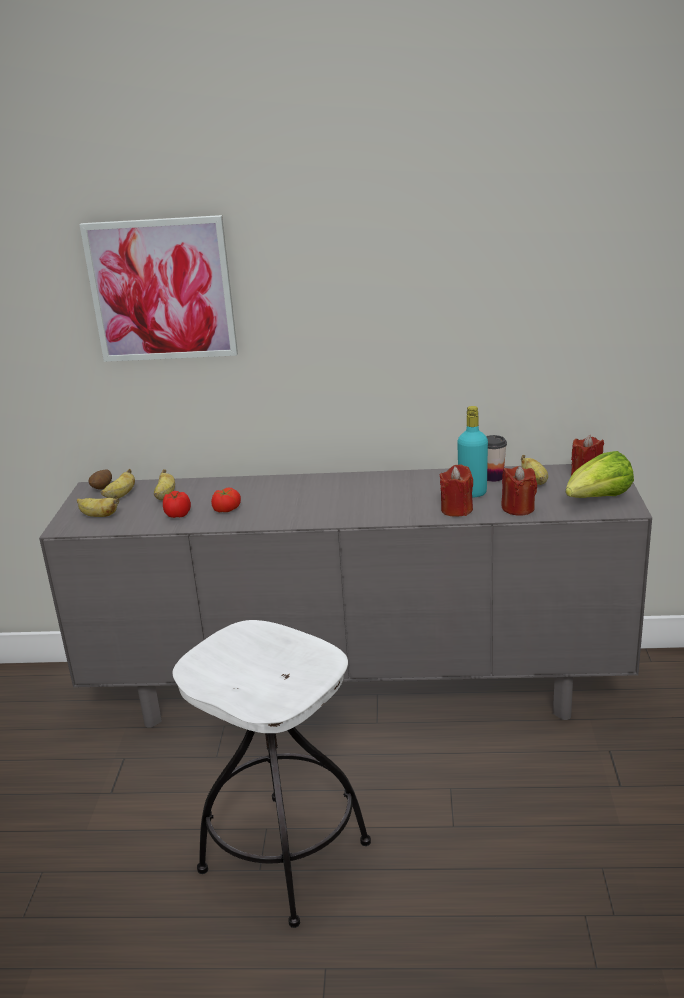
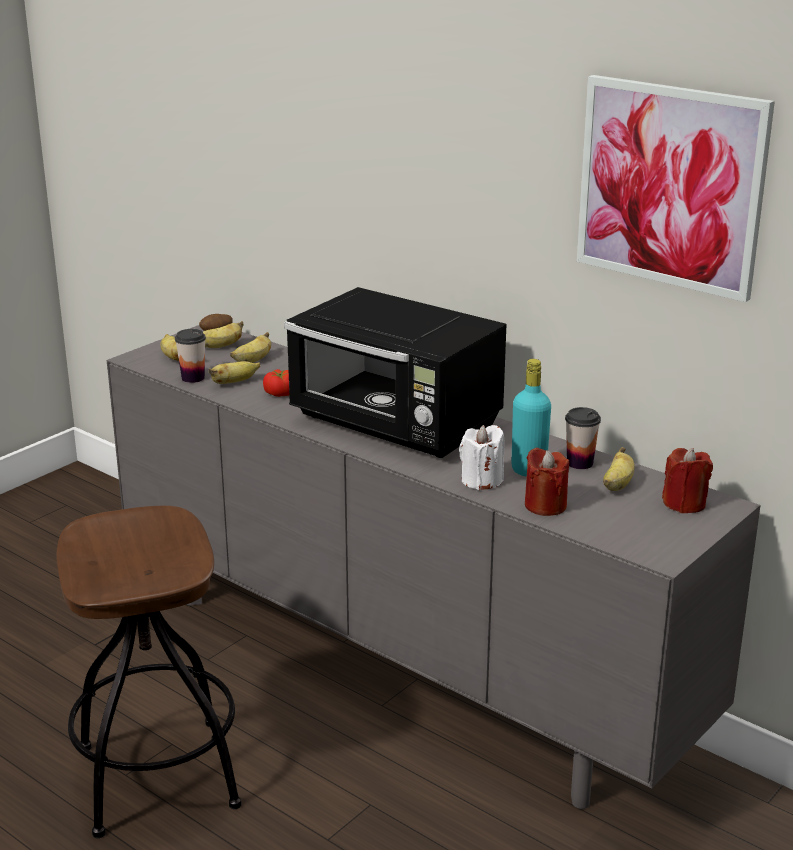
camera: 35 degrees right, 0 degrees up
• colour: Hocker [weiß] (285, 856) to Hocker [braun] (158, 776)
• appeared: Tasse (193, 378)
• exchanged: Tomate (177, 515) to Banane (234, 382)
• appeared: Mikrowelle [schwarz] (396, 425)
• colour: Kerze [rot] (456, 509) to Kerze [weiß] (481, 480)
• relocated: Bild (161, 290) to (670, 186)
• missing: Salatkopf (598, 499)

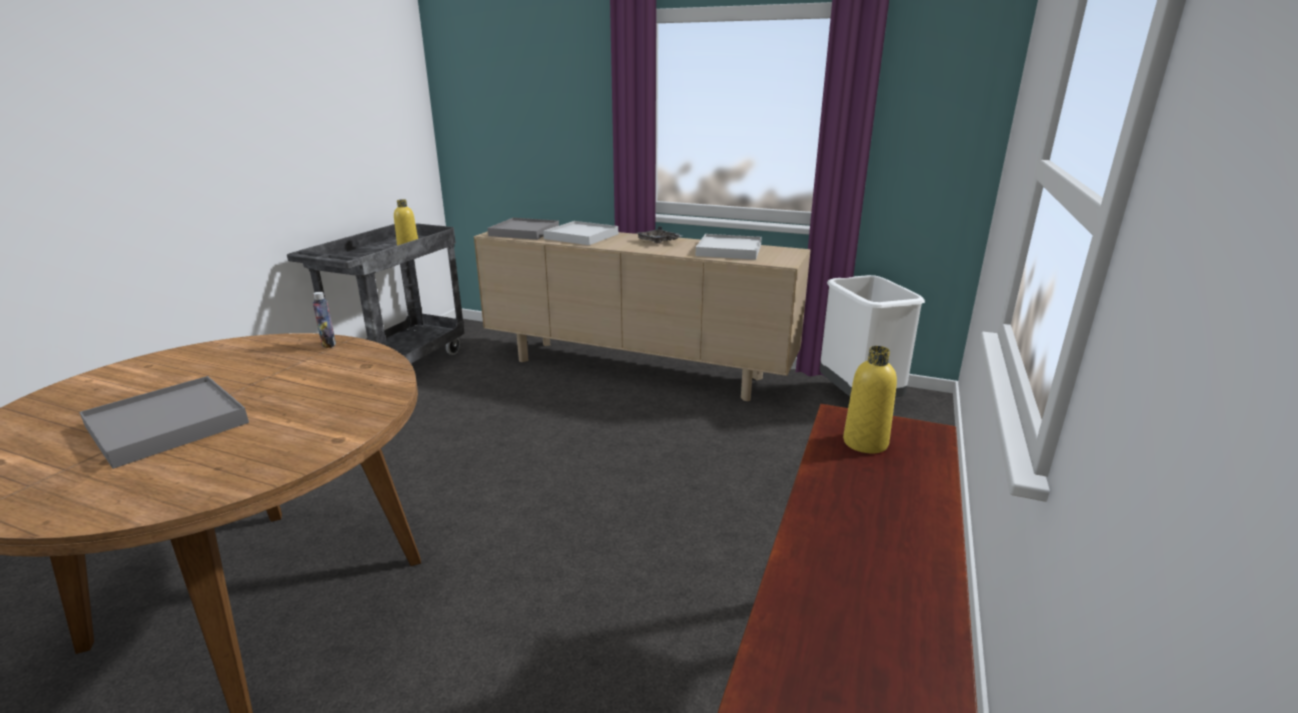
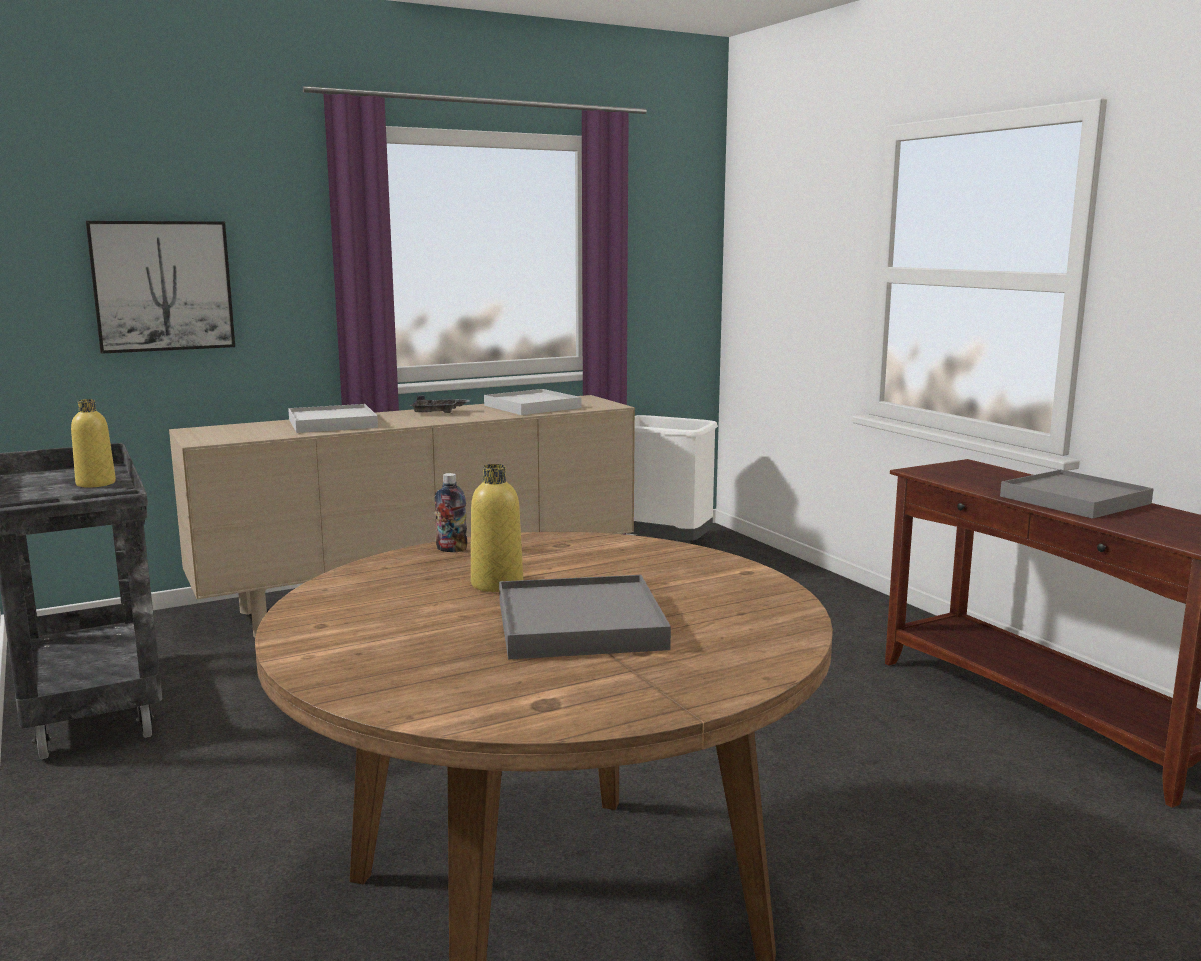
camera: 50 degrees left, 10 degrees down
• appeared: Bild (162, 286)
• relocated: Flasche [gelb] (865, 443) to (497, 584)
• relocated: Tablett [grau] (524, 232) to (1074, 500)

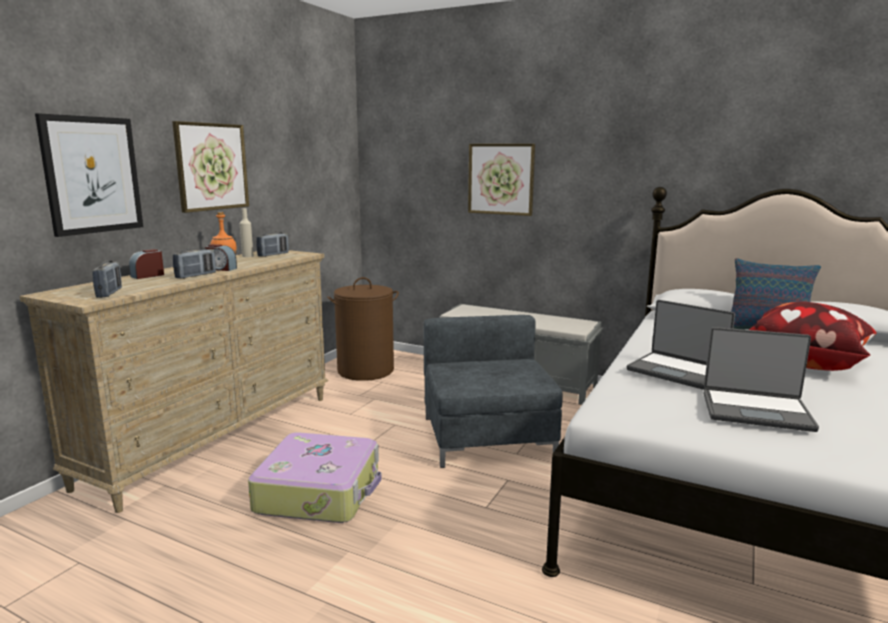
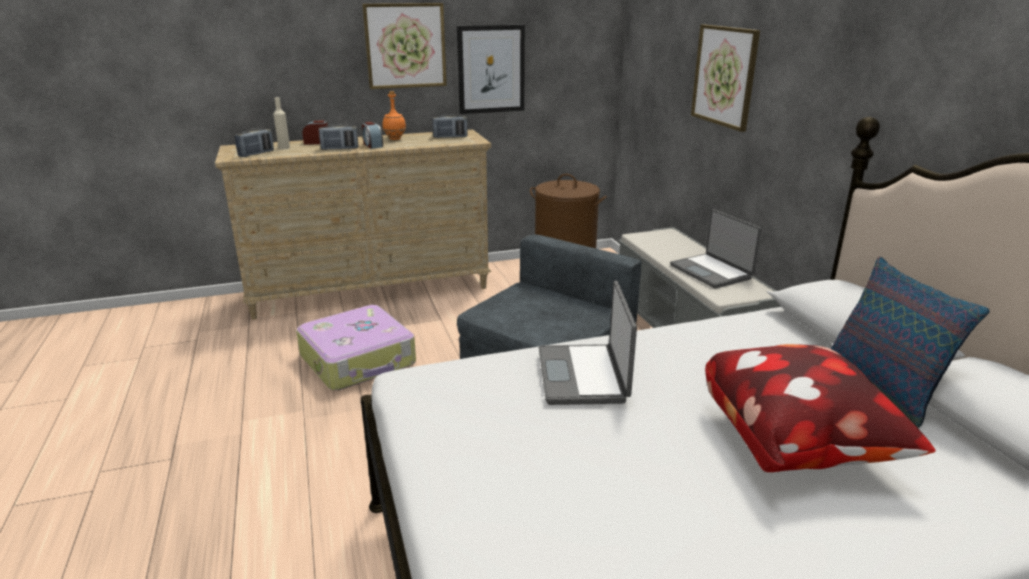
camera: 45 degrees right, 10 degrees up
• relocated: Flasche [beige] (247, 256) to (284, 148)
• relocated: Bild (92, 175) to (491, 69)
• relocated: Laptop (756, 410) to (712, 272)

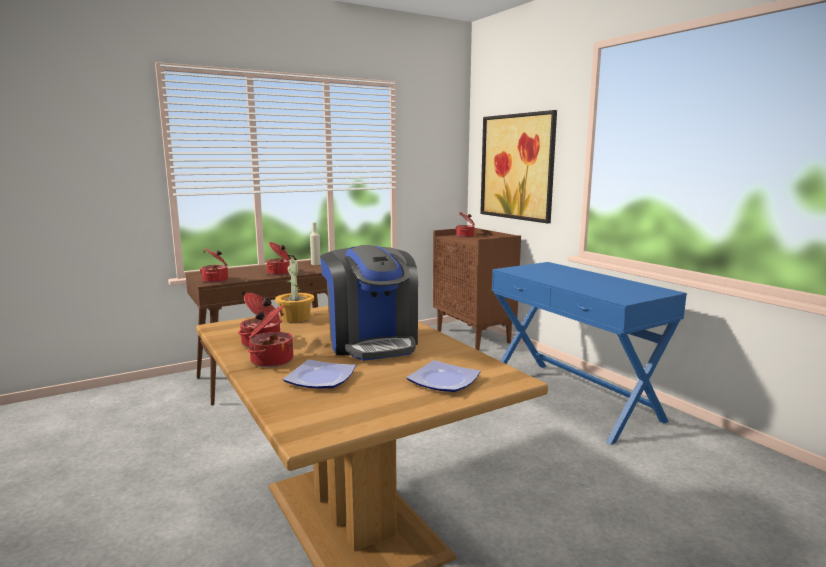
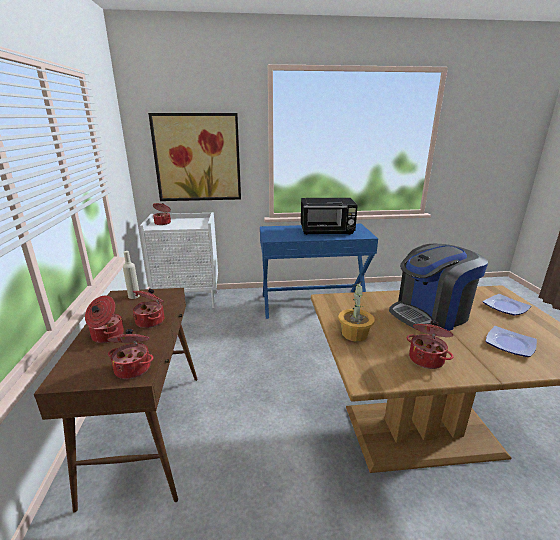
camera: 65 degrees left, 10 degrees up
• relocated: Kochtopf (271, 360) to (107, 336)
• colour: Schrank [braun] (473, 337) to Schrank [weiß] (189, 300)
• appeared: Mikrowelle [schwarz] (327, 231)
• spun: Kaffeemaschine (372, 342) = (430, 314) 150 degrees clockwise

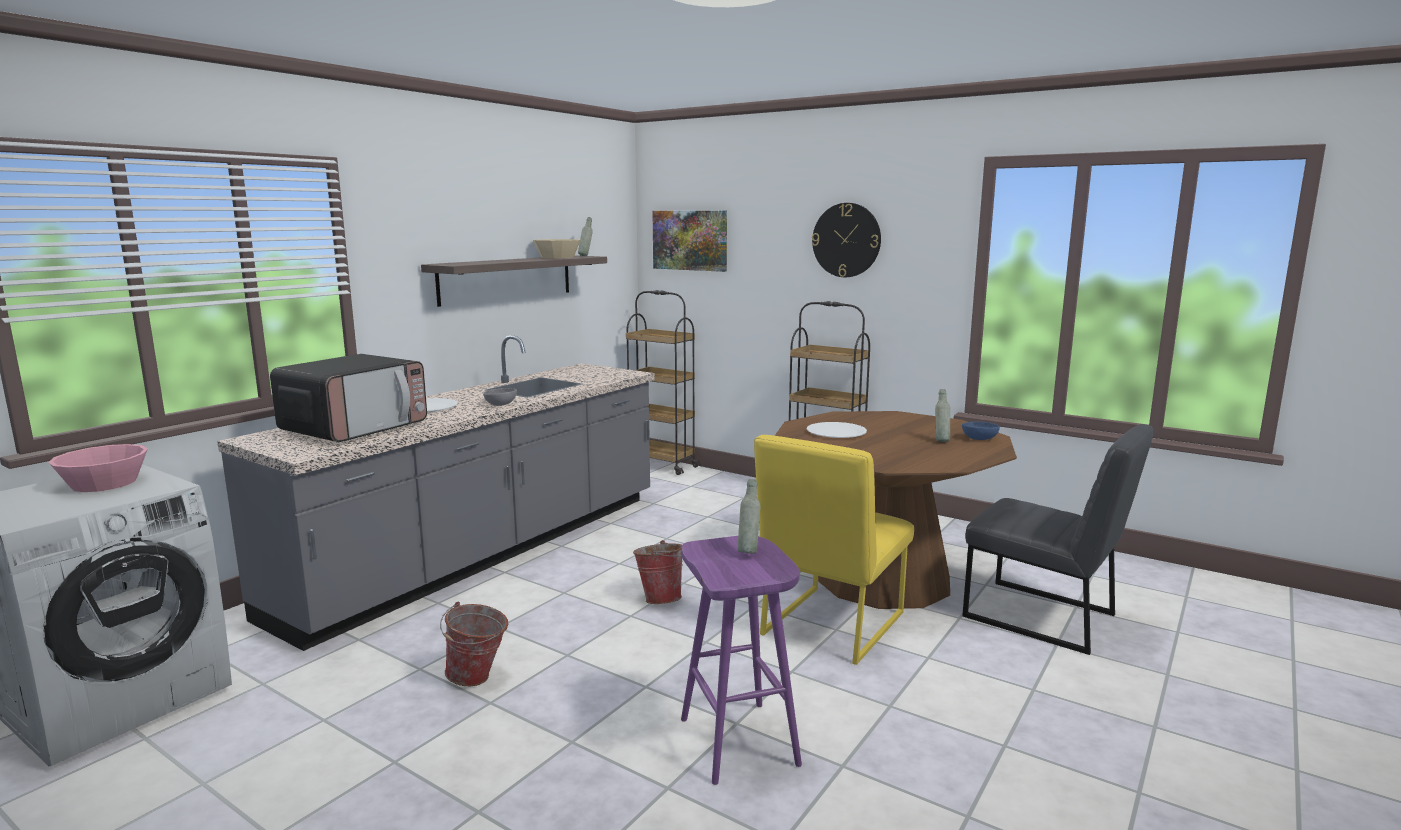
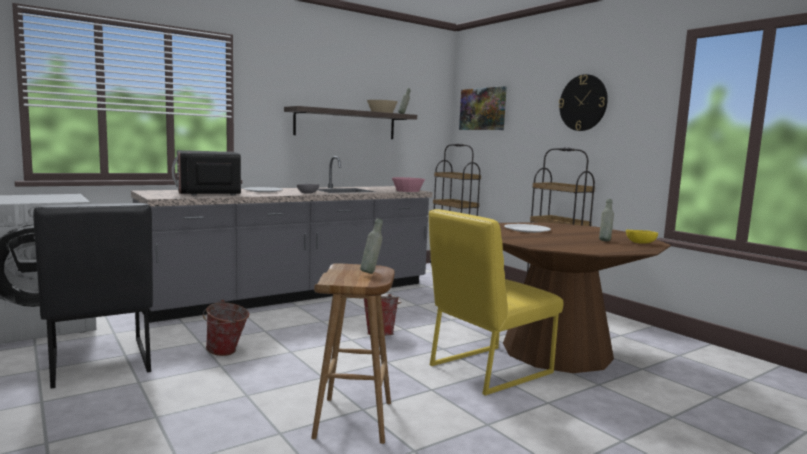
camera: 20 degrees right, 5 degrees down
• relocated: Stuhl [grau] (1043, 617) to (99, 362)
• spun: Mikrowelle (355, 428) = (208, 193) 105 degrees clockwise
• colour: Hocker [lila] (740, 742) to Hocker [braun] (354, 420)
• relocated: Schüssel [rosa] (104, 483) to (407, 191)
• colour: Schüssel [blau] (979, 438) to Schüssel [gelb] (640, 243)

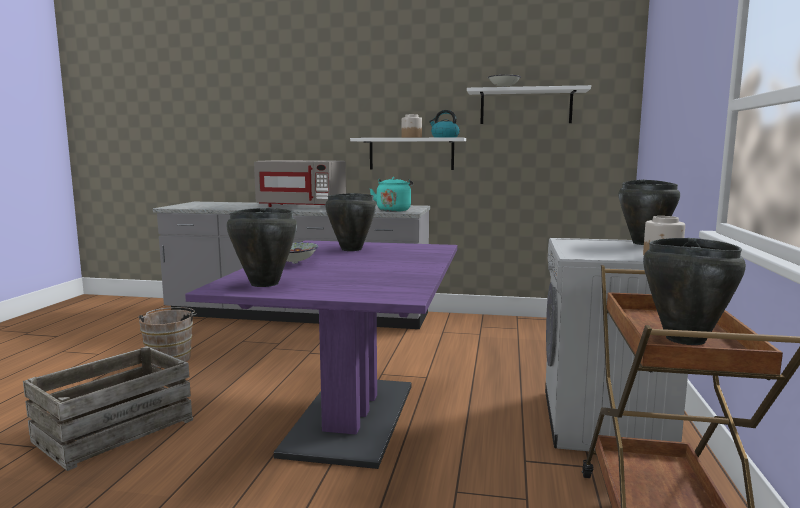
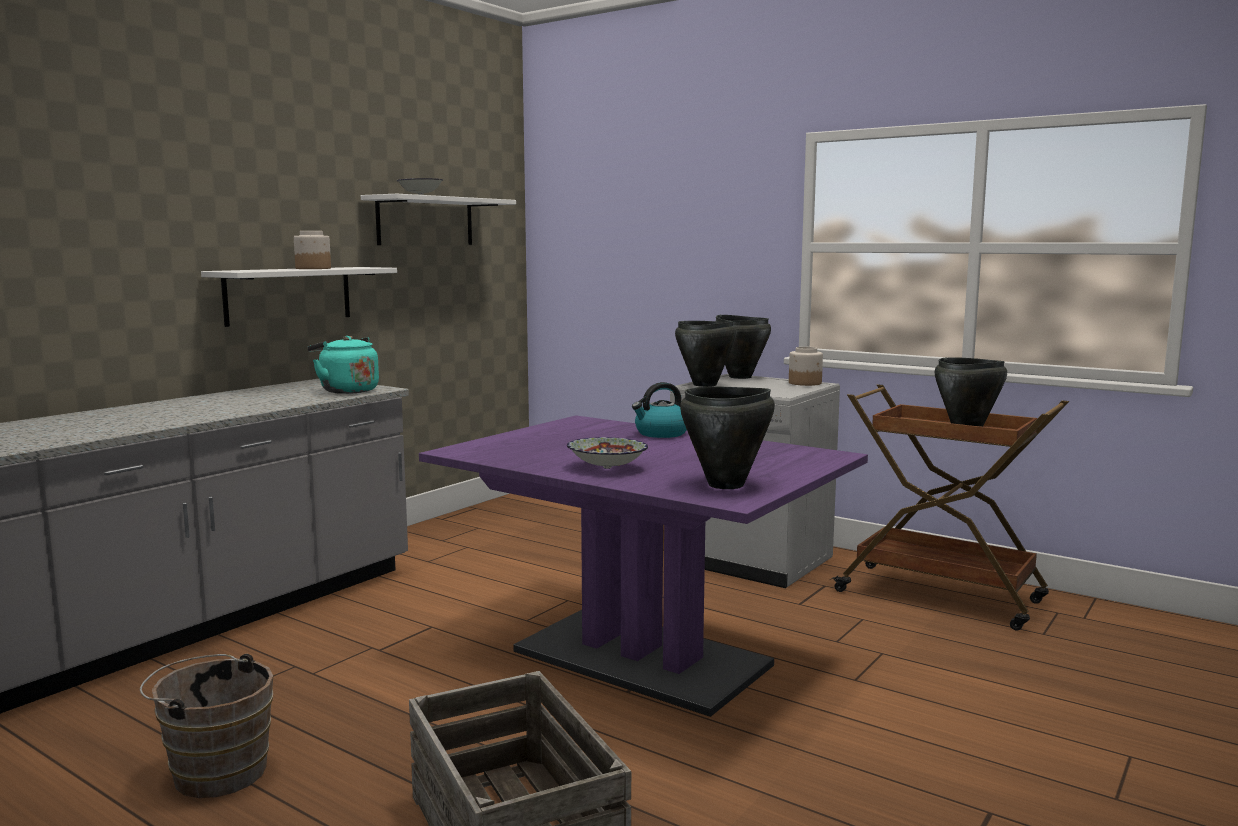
camera: 65 degrees left, 0 degrees up
• relocated: Wasserkessel (444, 137) to (661, 433)
• relocated: Kochtopf [schwarz] (351, 249) to (705, 385)
• missing: Mikrowelle [grau] (302, 206)

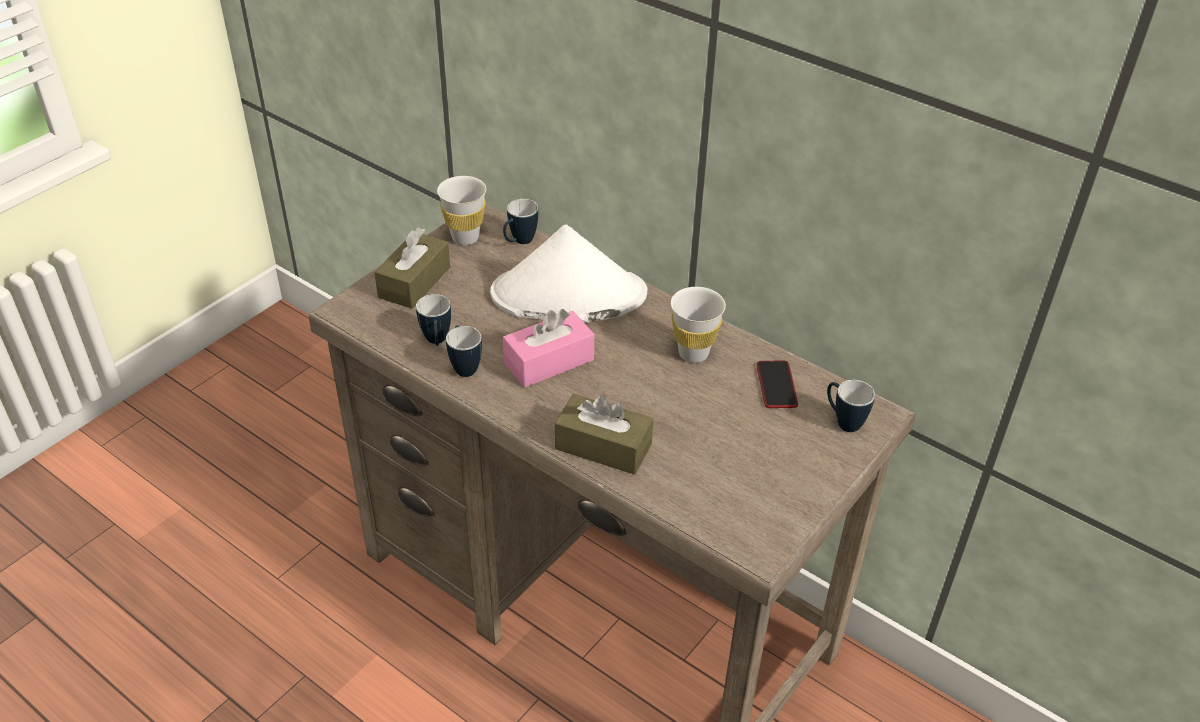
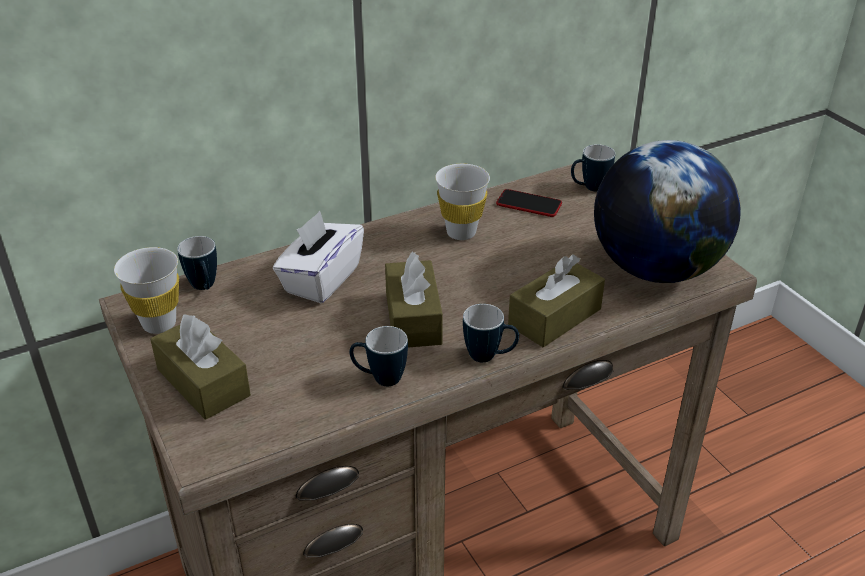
camera: 65 degrees left, 5 degrees down
• exchanged: Hut [weiß] (568, 295) to Taschentuchbox [weiß] (321, 279)
• colour: Taschentuchbox [rosa] (549, 361) to Taschentuchbox [braun] (413, 318)
• relocated: Henkelbecher (437, 342) to (489, 356)
• appeared: Globus (655, 269)

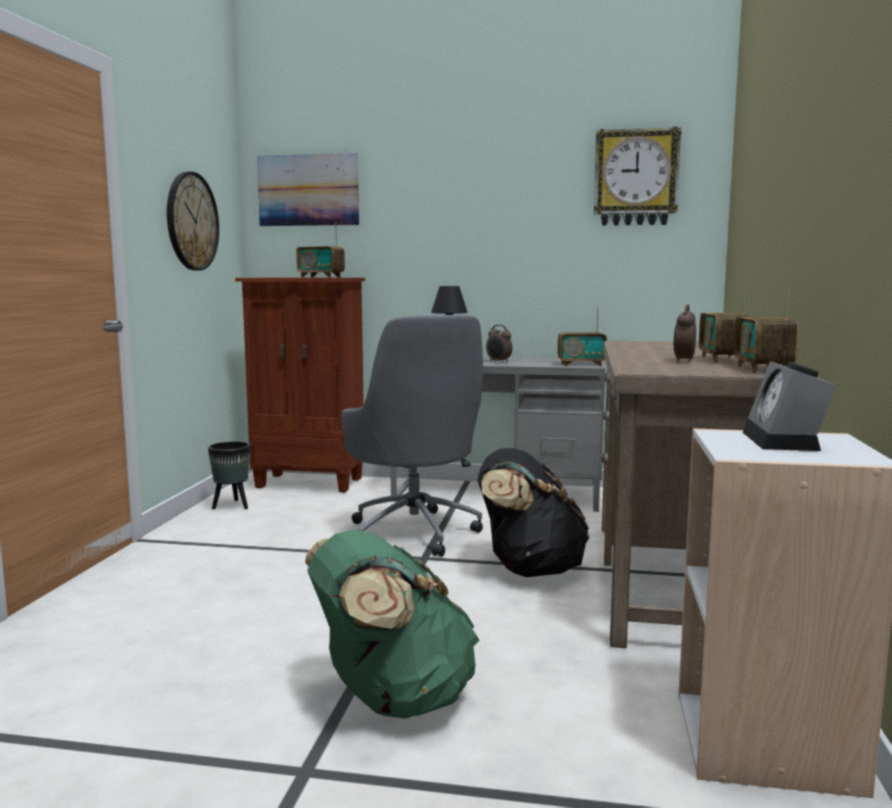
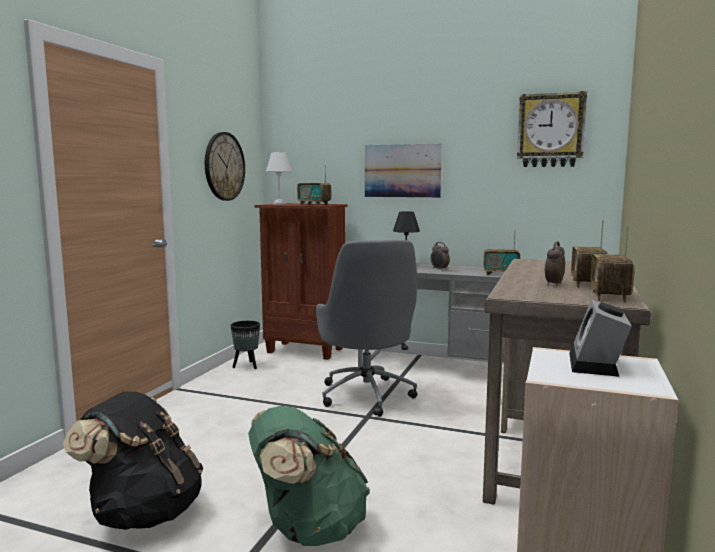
camera: 10 degrees right, 0 degrees up
• relocated: Rucksack [schwarz] (529, 569) to (143, 513)
• appeared: Tischlampe [weiß] (280, 204)
• relocated: Bild (308, 190) to (402, 171)

